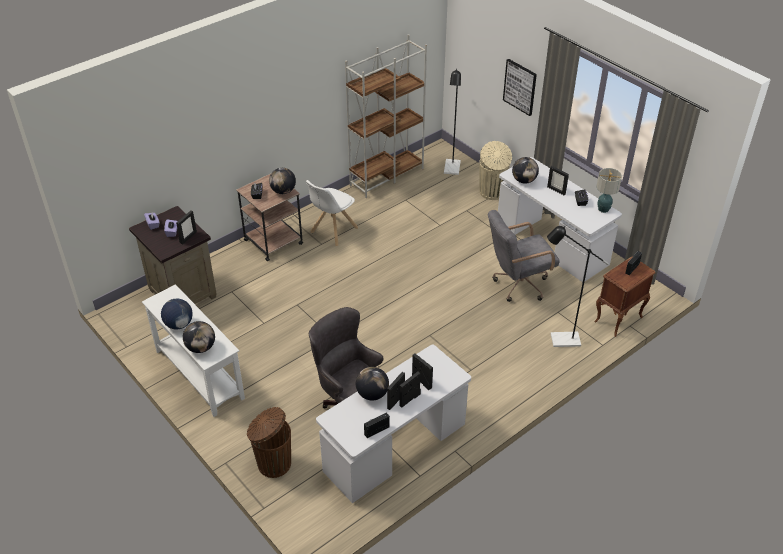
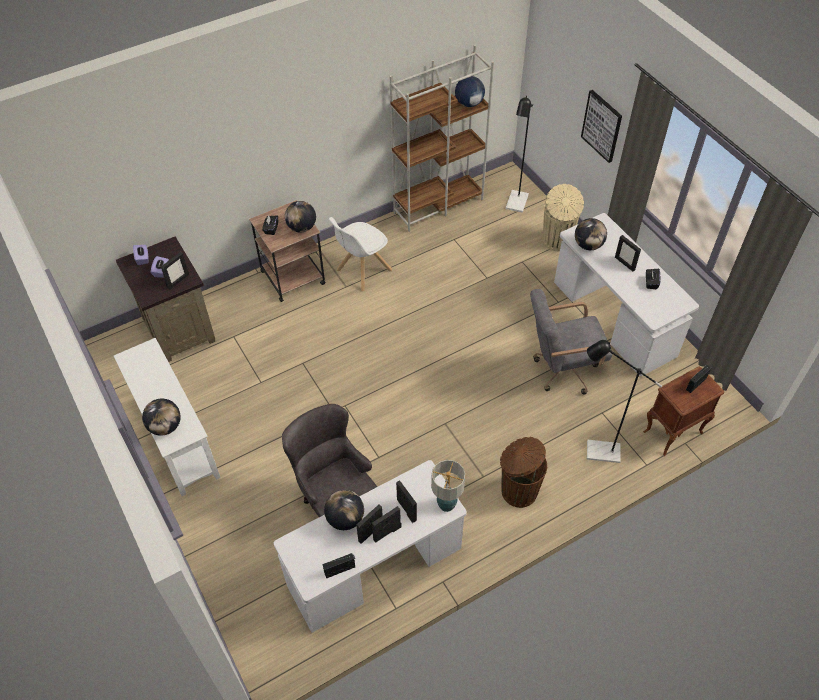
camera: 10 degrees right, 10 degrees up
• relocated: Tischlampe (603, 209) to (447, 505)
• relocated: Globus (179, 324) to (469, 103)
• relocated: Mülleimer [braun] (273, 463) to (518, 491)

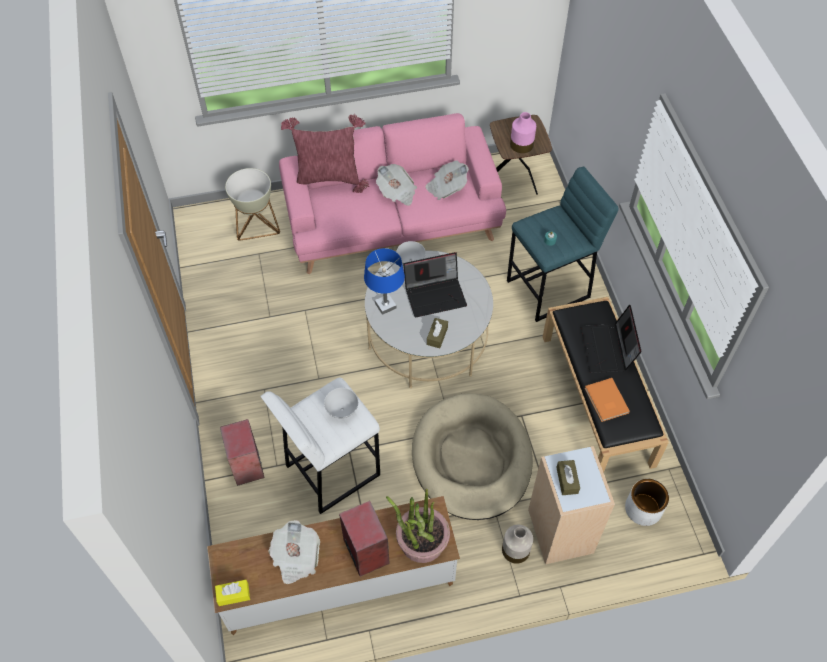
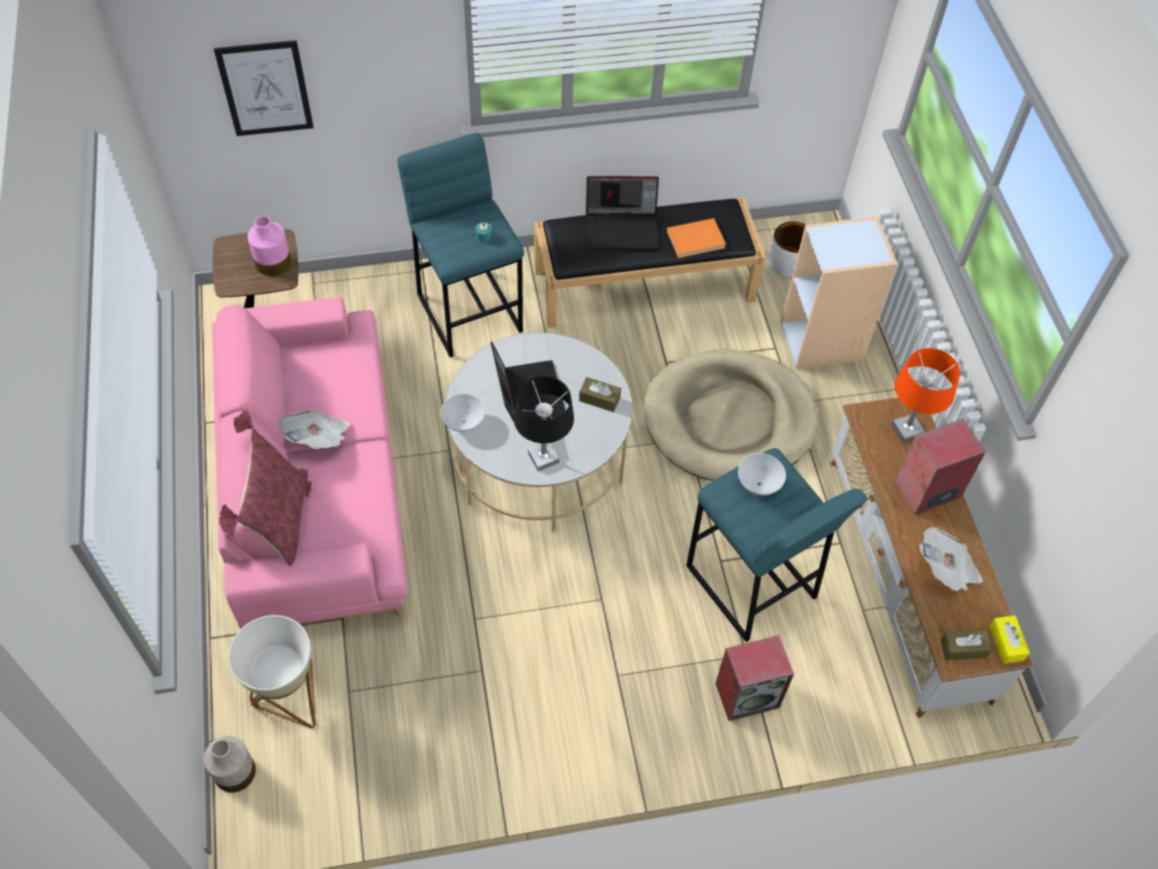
camera: 90 degrees left, 0 degrees up
• relocated: Vase [beige] (515, 549) to (234, 772)
• appeared: Bild (265, 88)
• colour: Tischlampe [blau] (385, 306) to Tischlampe [schwarz] (543, 458)
• colour: Hocker [weiß] (330, 471) to Hocker [türkis] (753, 584)
• exchanged: Topfpflanze (421, 541) to Tischlampe [orange] (907, 430)
• relocated: Taschentuchbox [braun] (567, 480) to (963, 648)
• missing: Zeitung (446, 187)

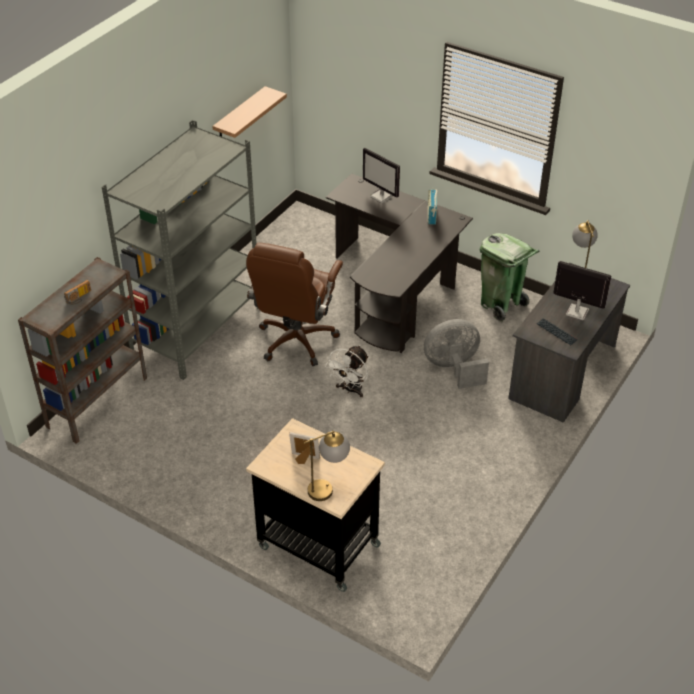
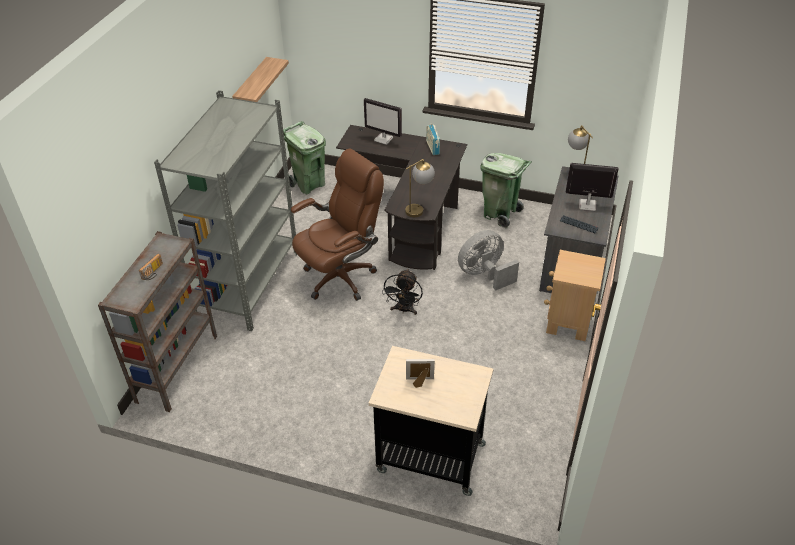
camera: 15 degrees left, 0 degrees up
• appeared: Mülleimer [grün] (308, 184)
• spun: Bürostuhl [braun] (296, 341) = (340, 277) 135 degrees counterclockwise
• colour: Ventilator [weiß] (350, 390) to Ventilator [schwarz] (404, 310)
• relocated: Tischlampe (328, 487) to (419, 208)
• appeared: Nachttisch [beige] (567, 323)

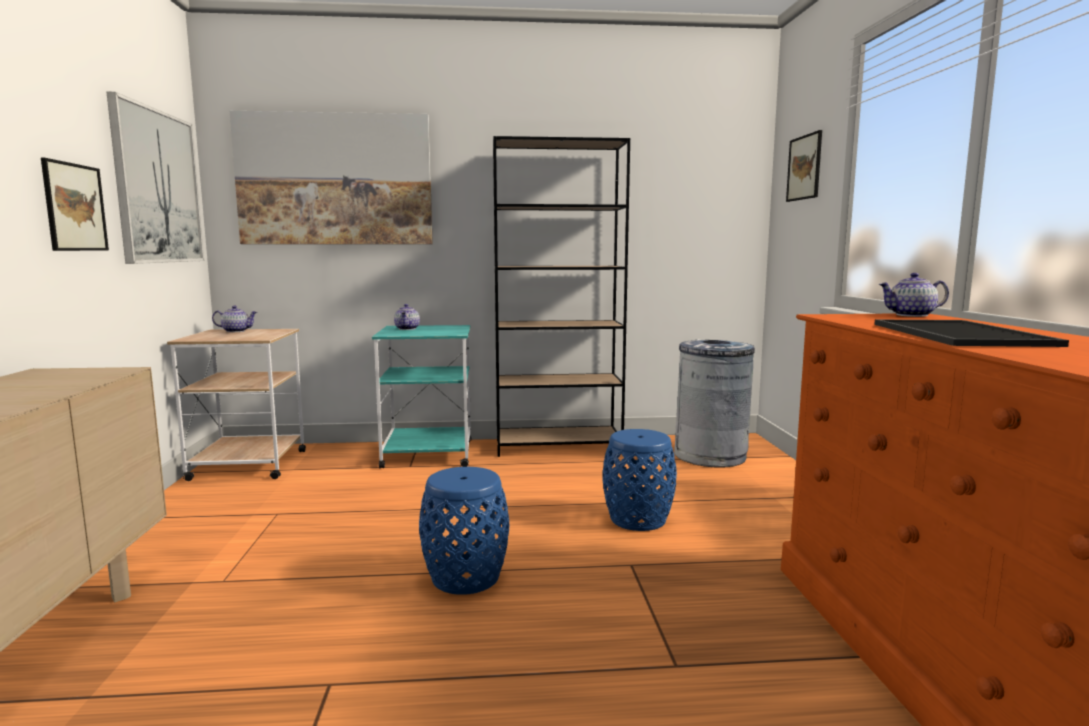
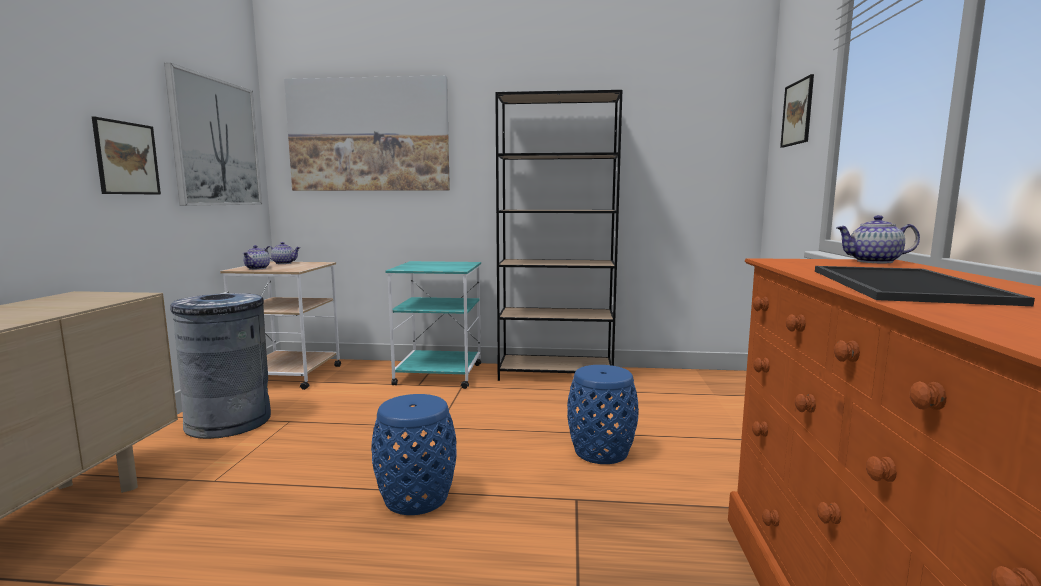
camera: 10 degrees right, 0 degrees up
• relocated: Mülleimer [grau] (710, 456) to (229, 422)
• relocated: Teekanne (408, 329) to (258, 268)

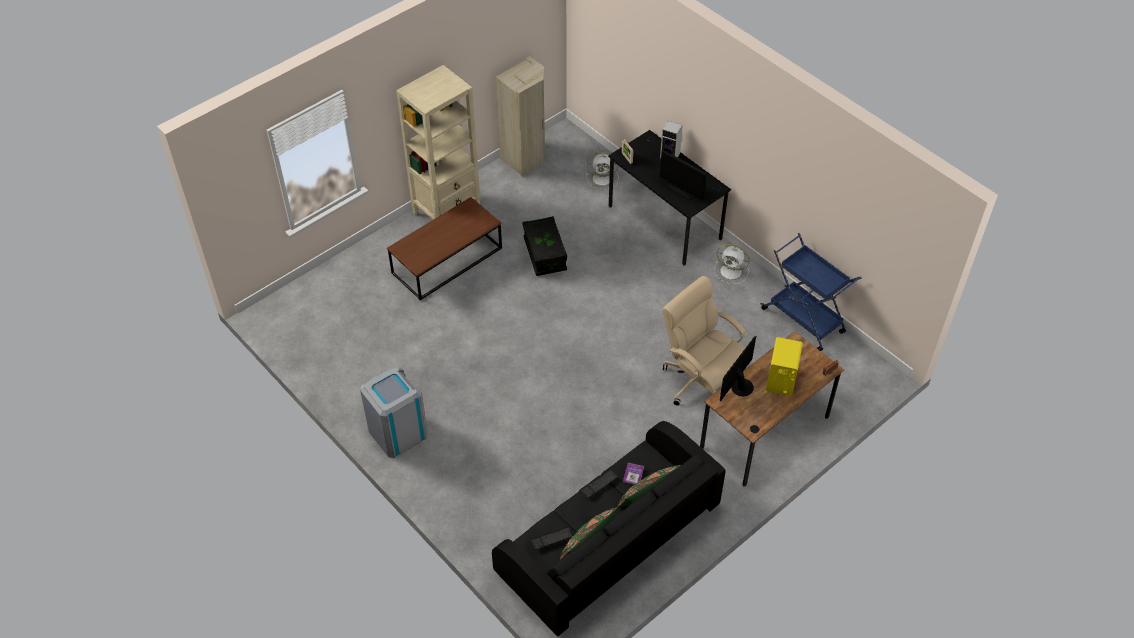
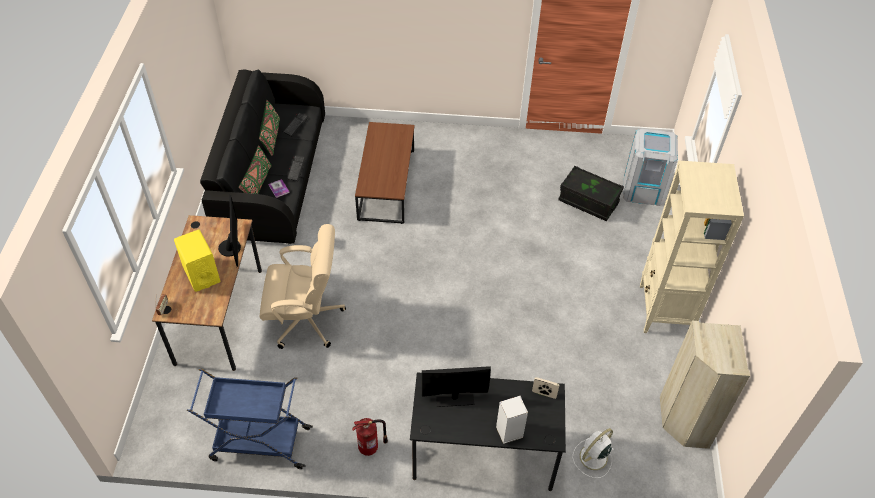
camera: 135 degrees right, 0 degrees up
• exchanged: Ventilator [weiß] (732, 271) to Feuerlöscher (370, 447)
• relocated: Couchtisch [braun] (447, 261) to (386, 185)
• relocated: Aufbewahrungsbox [schwarz] (545, 254) to (588, 201)
• relocated: Mülleimer [grau] (398, 432) to (643, 189)

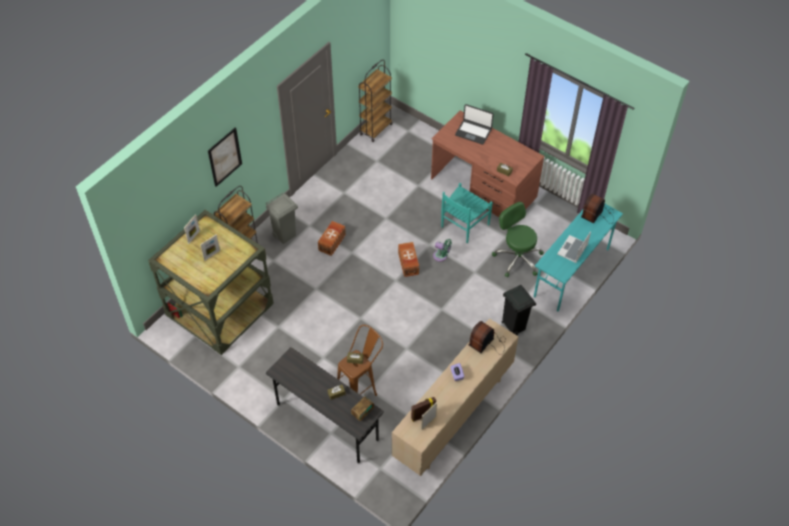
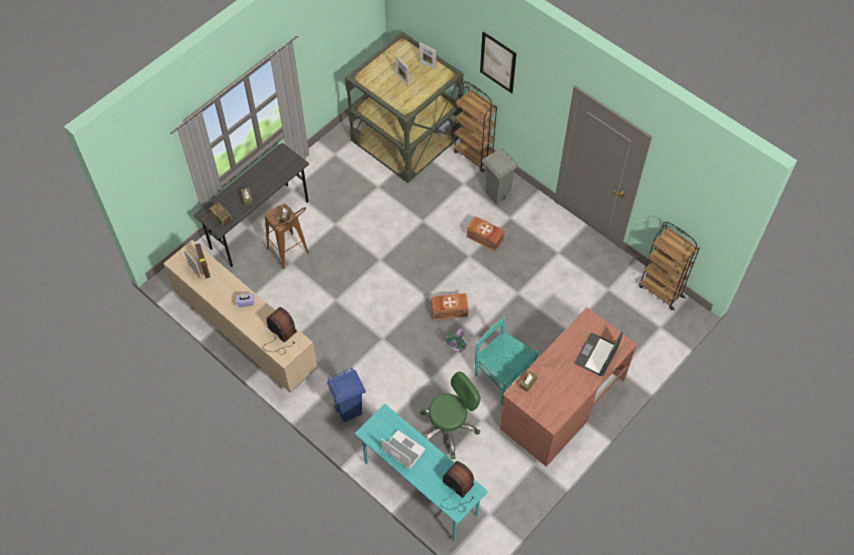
camera: 95 degrees right, 5 degrees up
• colour: Mülleimer [schwarz] (513, 327) to Mülleimer [blau] (349, 410)

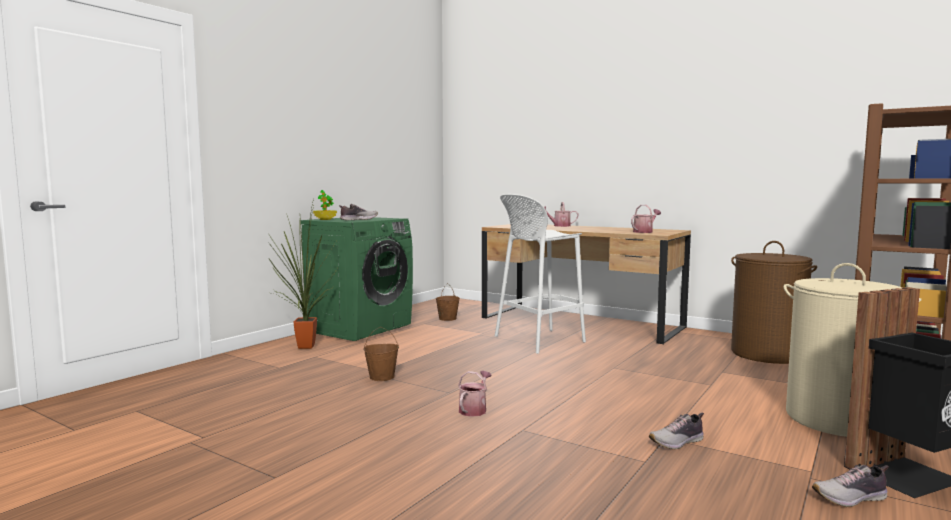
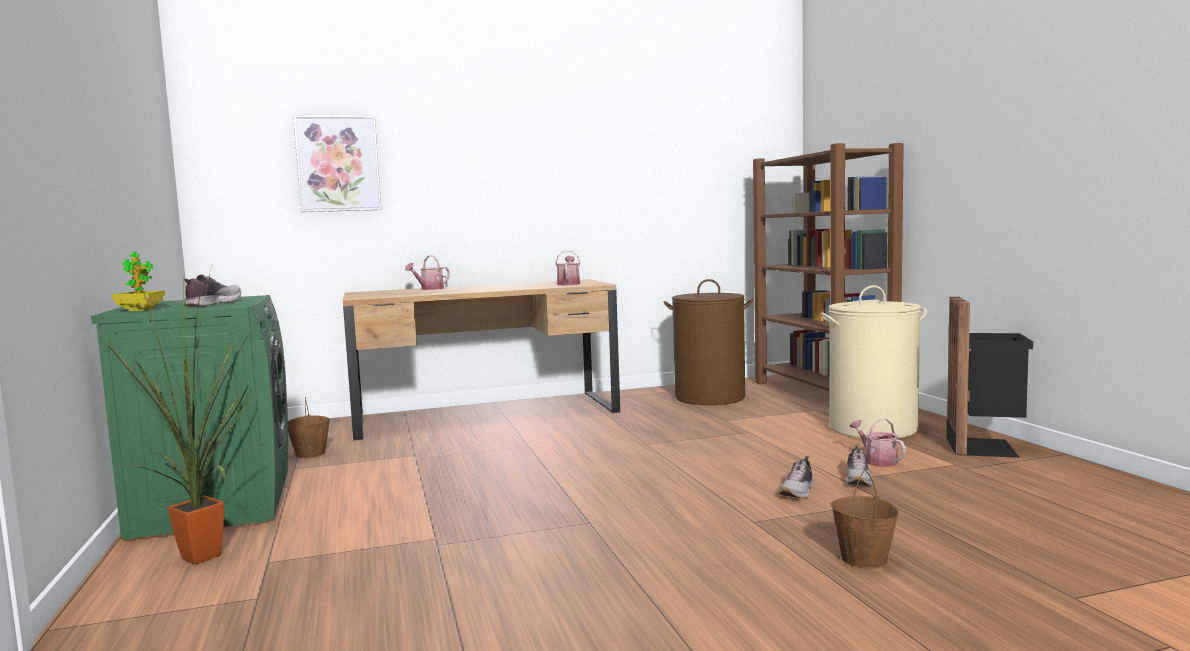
camera: 50 degrees left, 0 degrees up
• appeared: Bild (338, 164)
• relocated: Schuh (851, 498) to (798, 492)
• relocated: Eimer [braun] (382, 377) to (863, 559)
• relocated: Gießkanne (474, 409) to (877, 461)
• missing: Hocker [weiß] (539, 340)

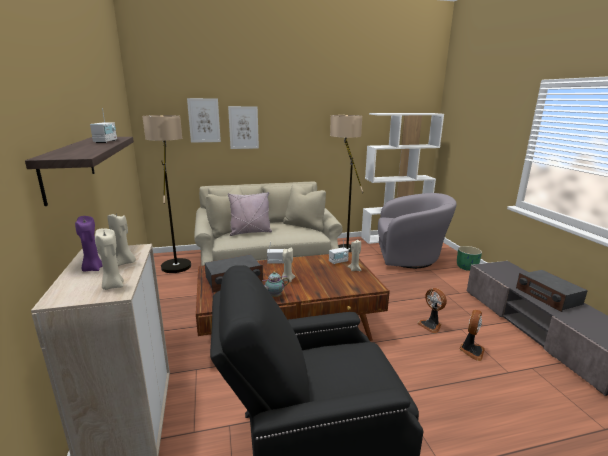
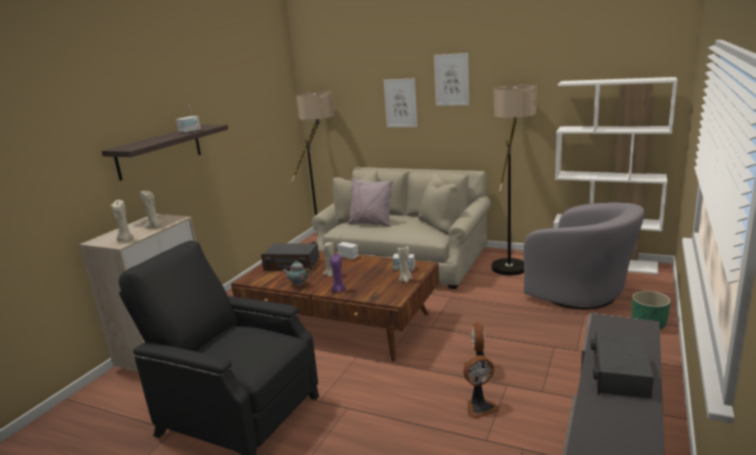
camera: 40 degrees right, 0 degrees up
• relocated: Kerze [lila] (93, 269) to (338, 290)
• relocated: Bild (204, 120) to (451, 80)

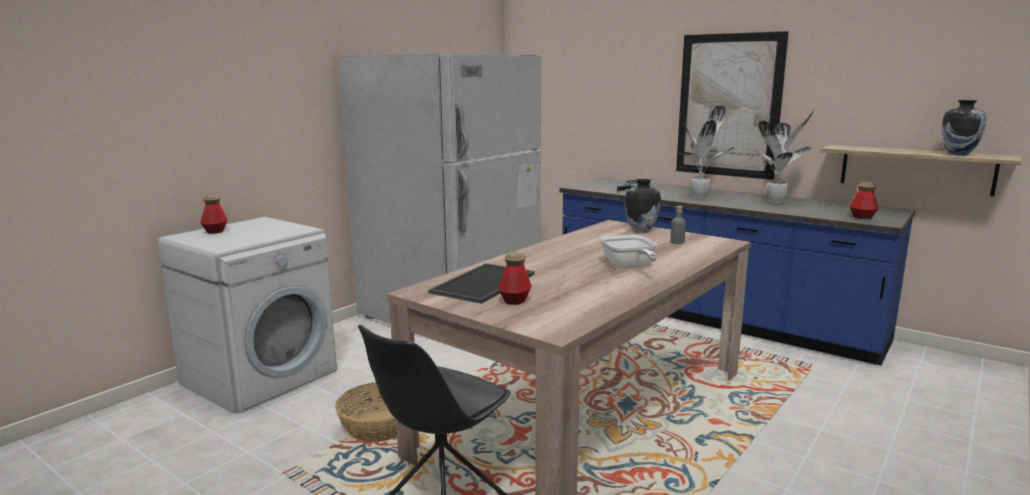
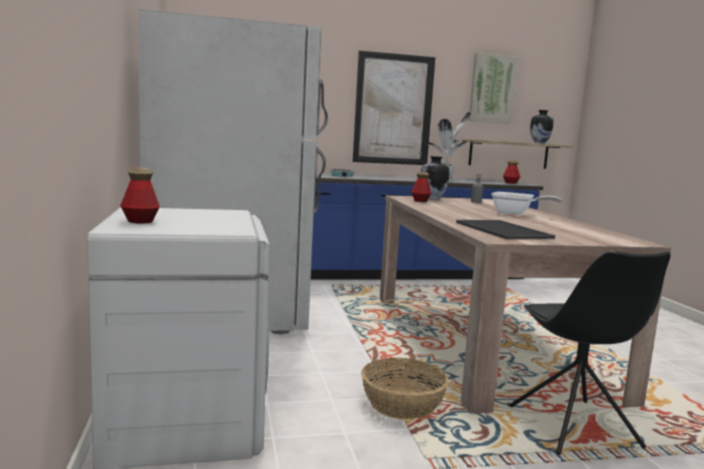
camera: 50 degrees left, 5 degrees down
• relocated: Flasche (514, 300) to (420, 201)
• appeared: Bild (492, 89)
• missing: Topfpflanze (700, 196)

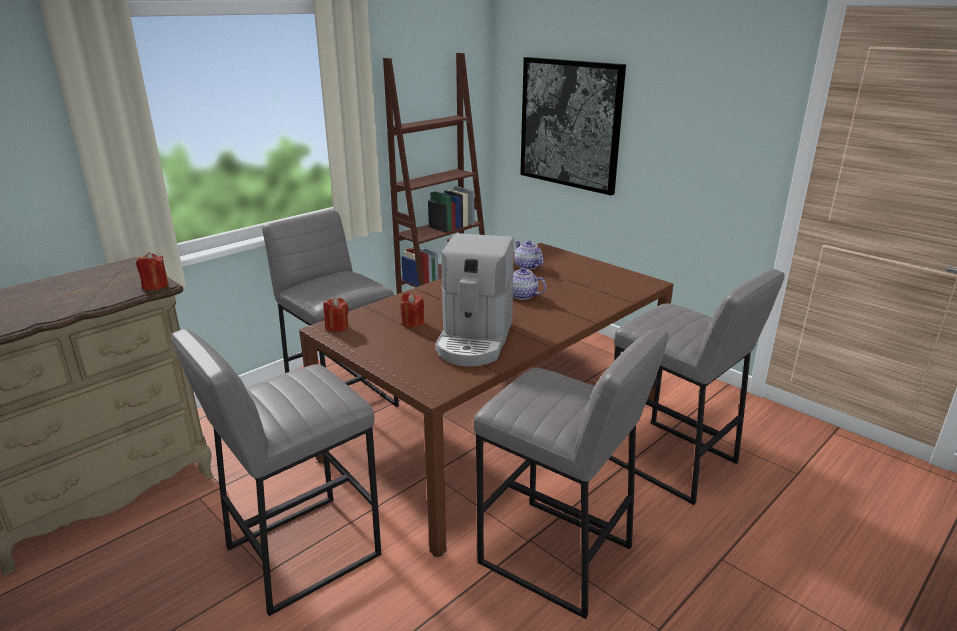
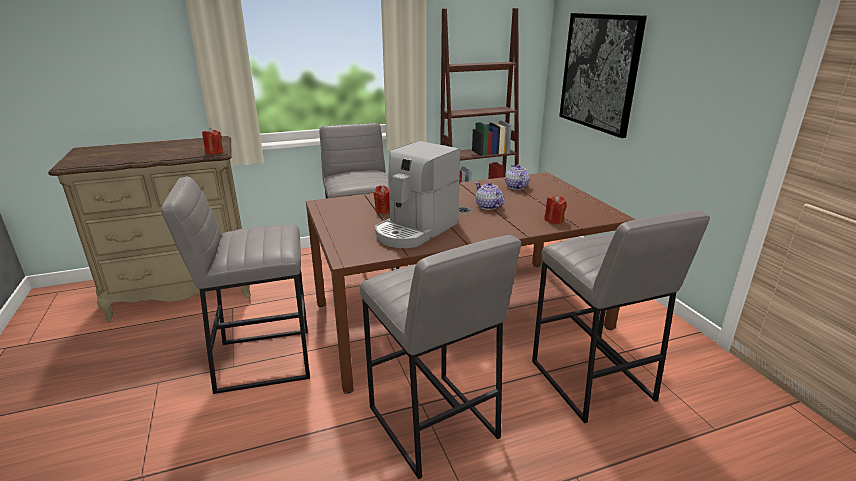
camera: 25 degrees right, 0 degrees up
• relocated: Kerze [rot] (337, 327) to (554, 220)

